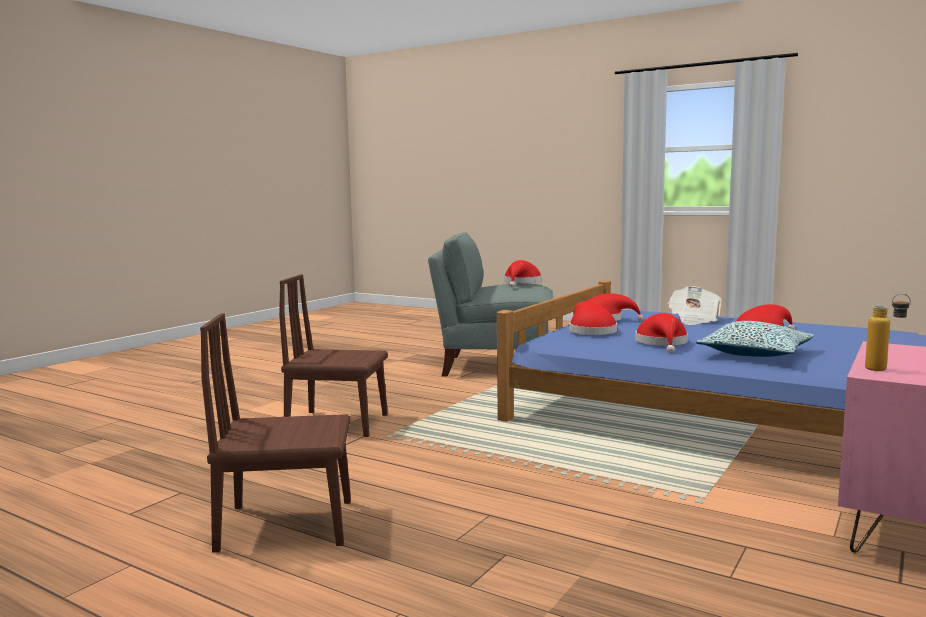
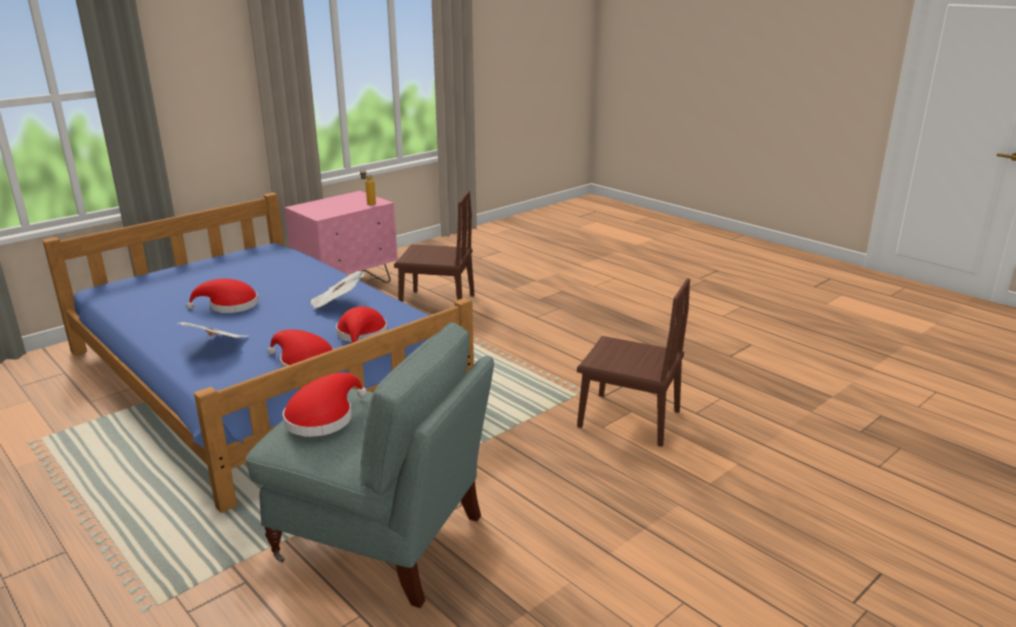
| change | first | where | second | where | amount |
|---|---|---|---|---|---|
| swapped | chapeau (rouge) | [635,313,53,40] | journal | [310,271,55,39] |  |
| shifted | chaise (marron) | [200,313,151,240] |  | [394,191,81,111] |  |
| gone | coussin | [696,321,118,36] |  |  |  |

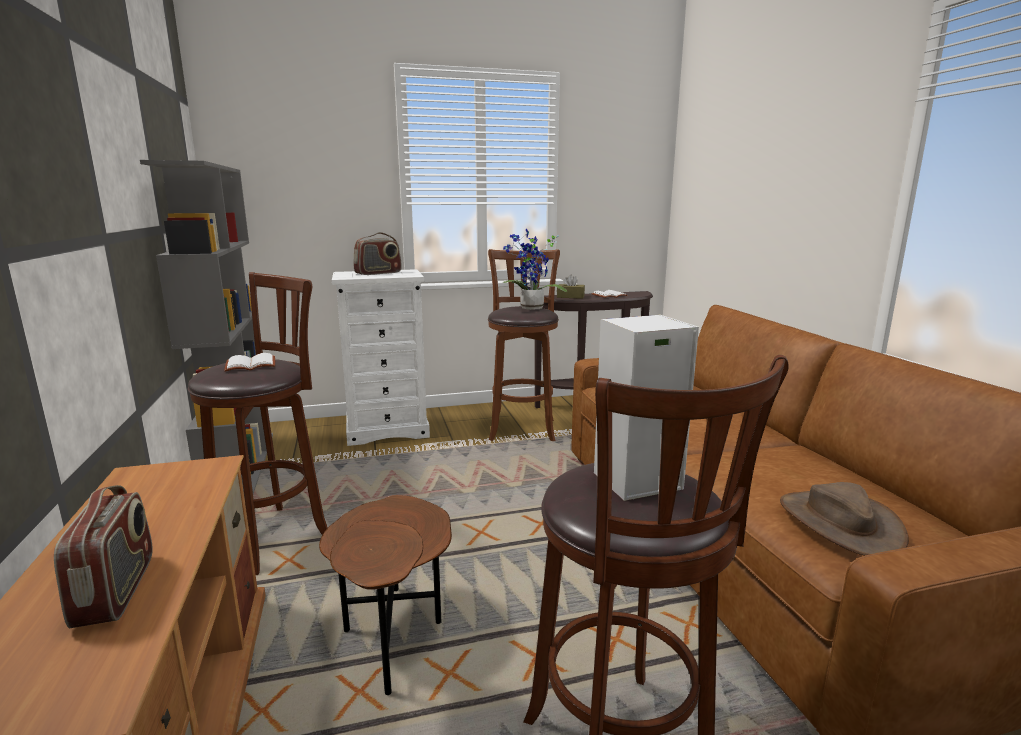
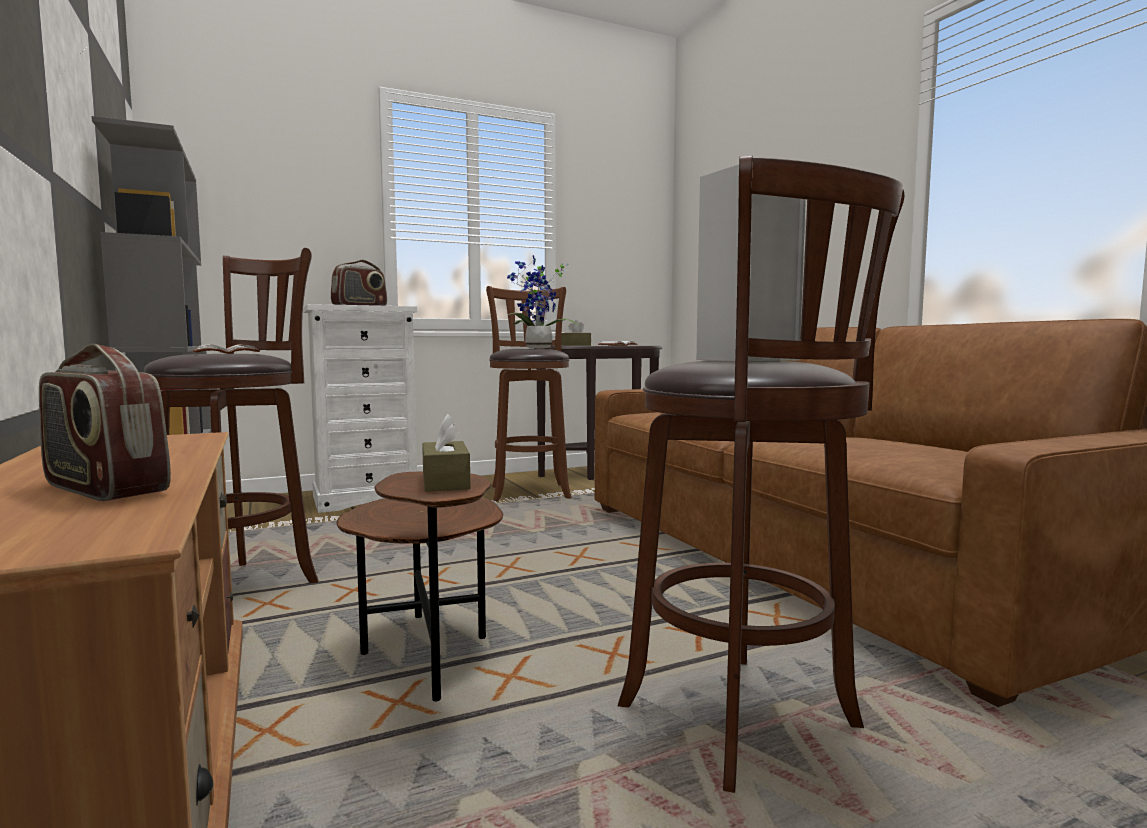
| change | first | where | second | where | amount |
|---|---|---|---|---|---|
| rotated | radio | [54,485,99,143] |  | [39,344,132,157] | 150 degrees clockwise |
| new |  |  | boîte à mouchoirs (marron) | [422,414,48,78] |  |
| gone | chapeau (marron) | [780,482,129,74] |  |  |  |

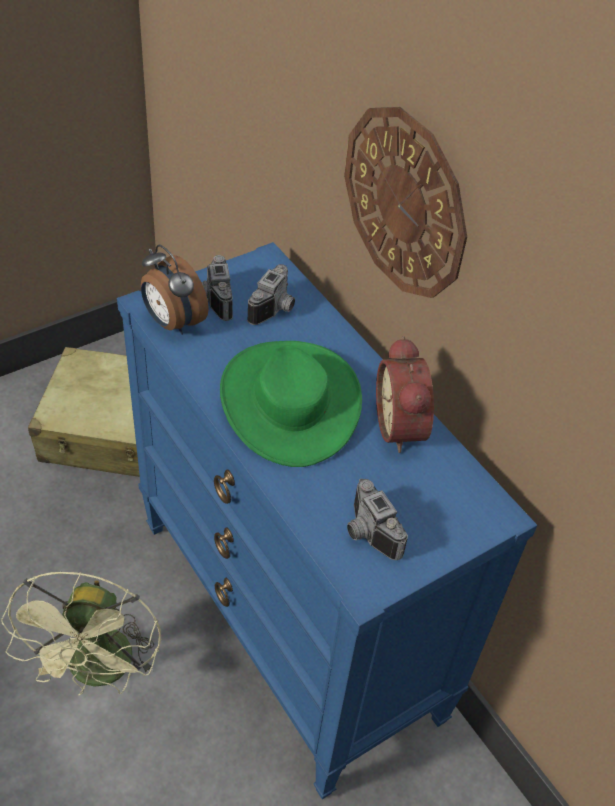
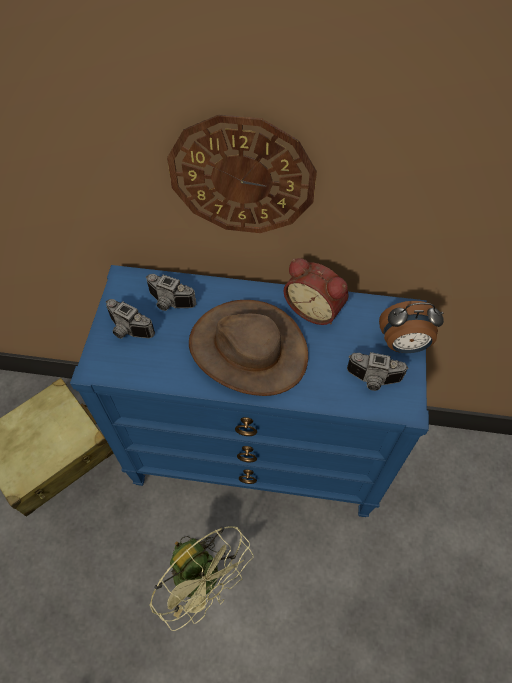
| change | first | where | second | where | amount |
|---|---|---|---|---|---|
| rotated | appareil photo | [247,264,48,61] |  | [146,274,50,37] | 135 degrees clockwise |
| repainted | chapeau (vert) | [220,341,142,126] | chapeau (marron) | [189,300,119,96] |  |
| shifted | réveil | [141,245,68,90] |  | [379,301,65,52] |  |

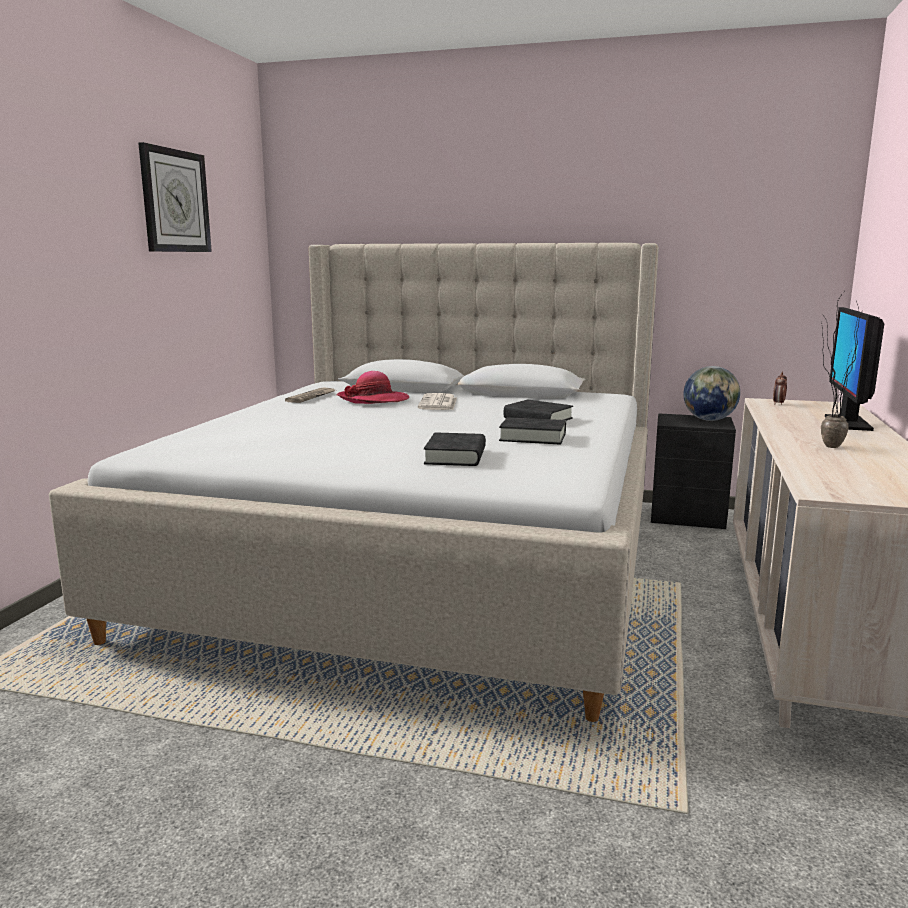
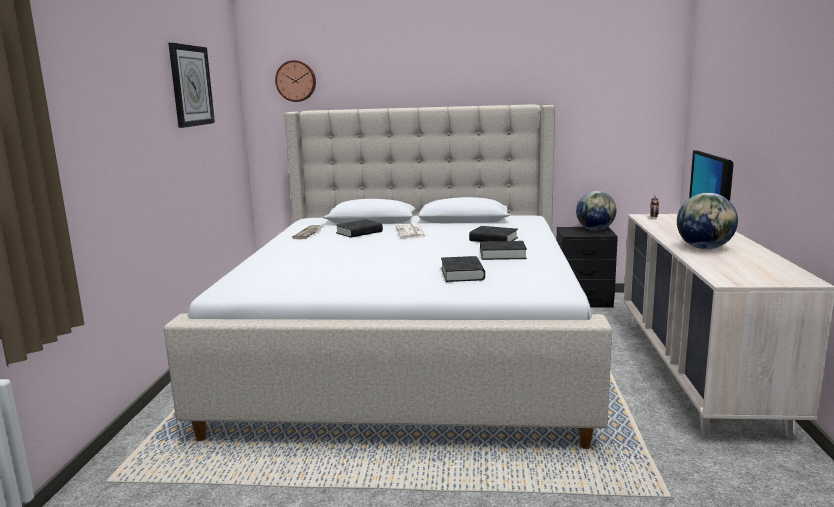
| change | first | where | second | where | amount |
|---|---|---|---|---|---|
| new |  |  | horloge murale | [275,60,41,42] |  |
| swapped | chapeau | [337,371,72,33] | livre (noir) | [336,219,47,19] |  |
| swapped | plante en pot | [821,292,41,156] | globe | [677,193,61,56] |  |

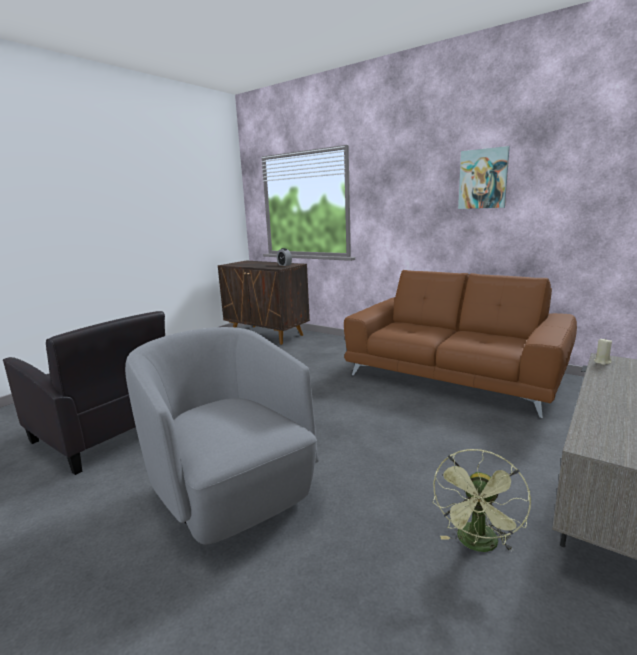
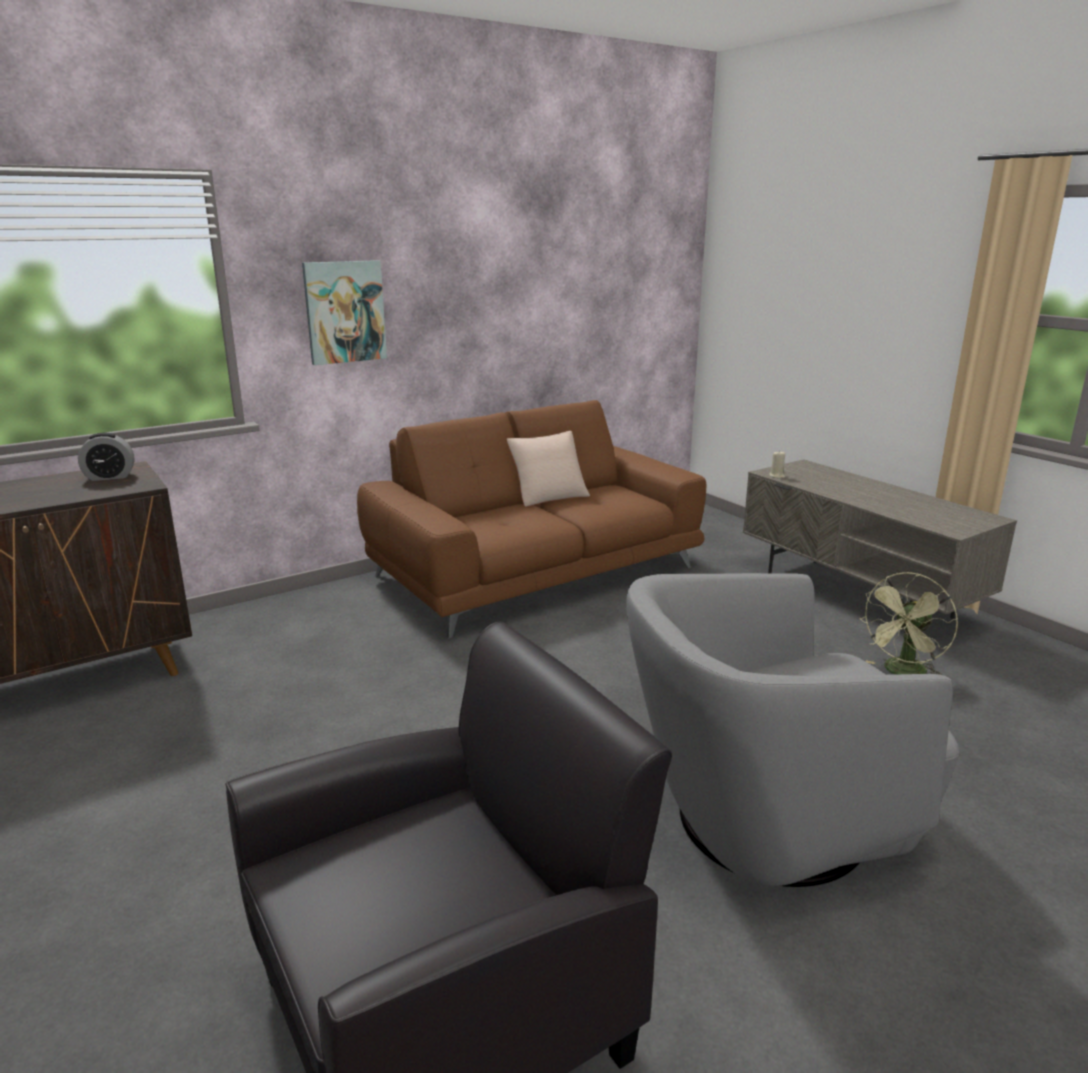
| change | first | where | second | where | amount |
|---|---|---|---|---|---|
| shifted | tableau | [458,146,52,63] |  | [302,260,85,105] |  |
| new |  |  | coussin (beige) | [507,431,83,76] |  |
| rotated | ventilateur (vert) | [432,449,99,103] |  | [859,572,99,103] | 90 degrees clockwise |

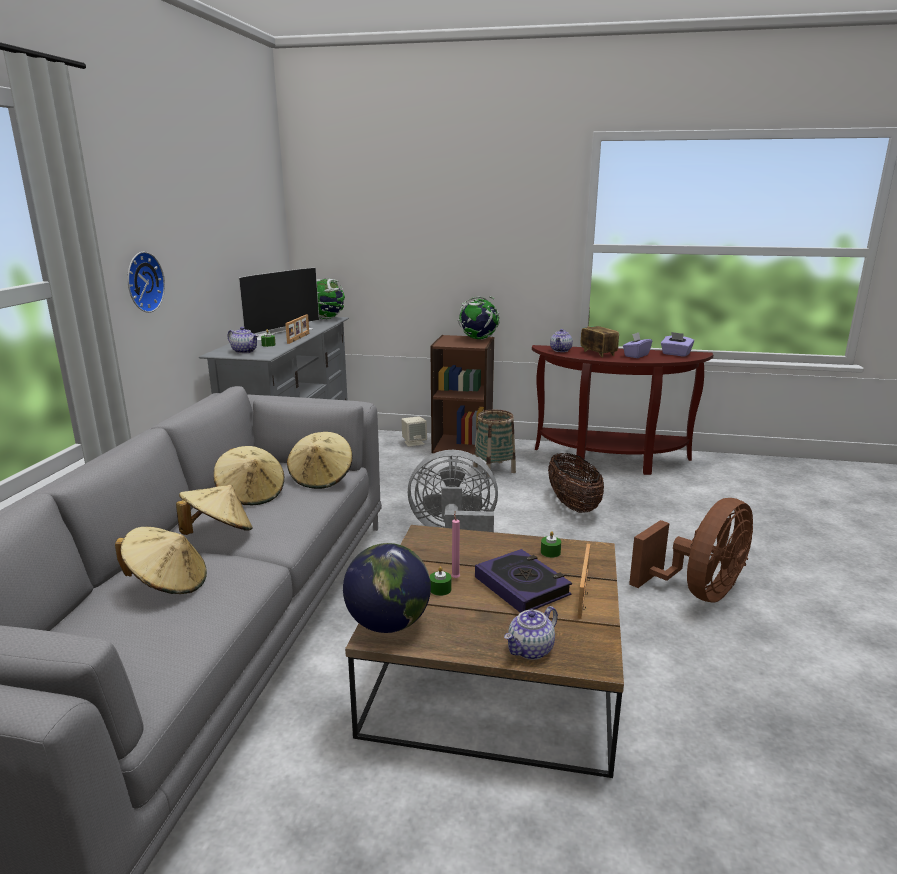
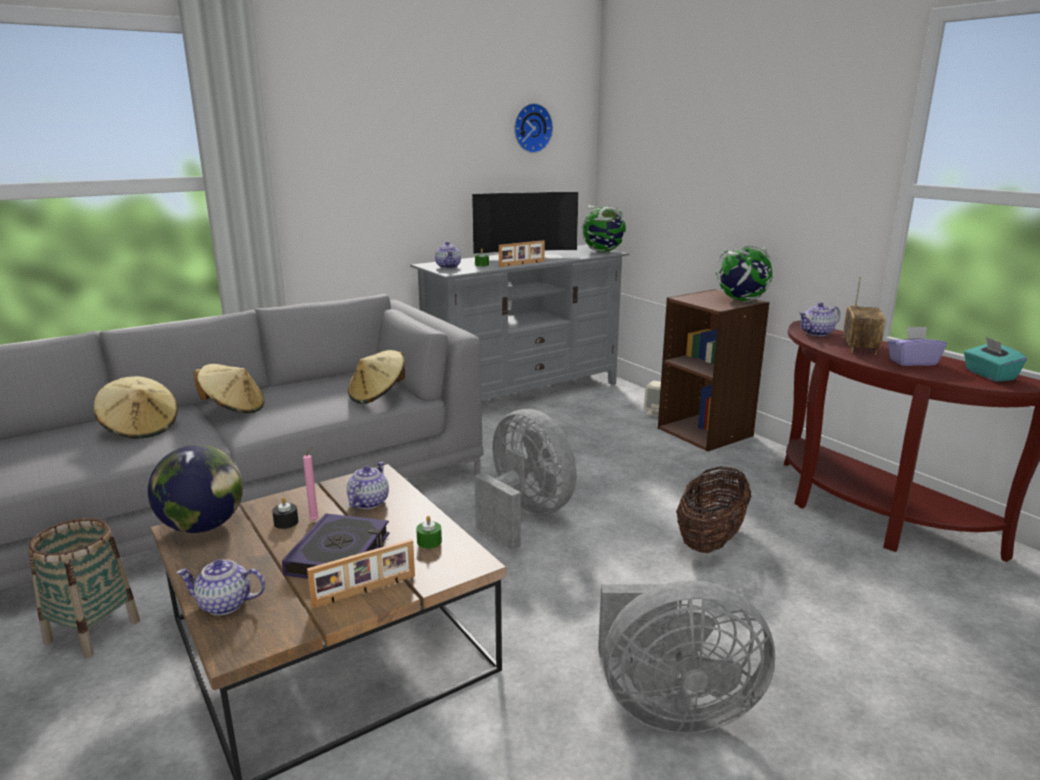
| change | first | where | second | where | amount |
|---|---|---|---|---|---|
| shifted | panier | [473,410,43,67] |  | [28,518,112,140] |  |
| repainted | bougie (vert) | [430,567,21,29] | bougie (noir) | [272,497,26,32] |  |
| new |  |  | théière | [347,462,42,47] |  |
| shifted | horloge murale | [127,252,38,61] |  | [514,103,39,50] |  |
| repainted | ventilateur (marron) | [629,498,124,105] | ventilateur (gris) | [598,580,177,153] |  |
| repainted | boîte à mouchoirs (violet) | [661,332,33,25] | boîte à mouchoirs (turquoise) | [964,337,63,44] |  |
| gone | chapeau (beige) | [214,446,71,59] |  |  |  |

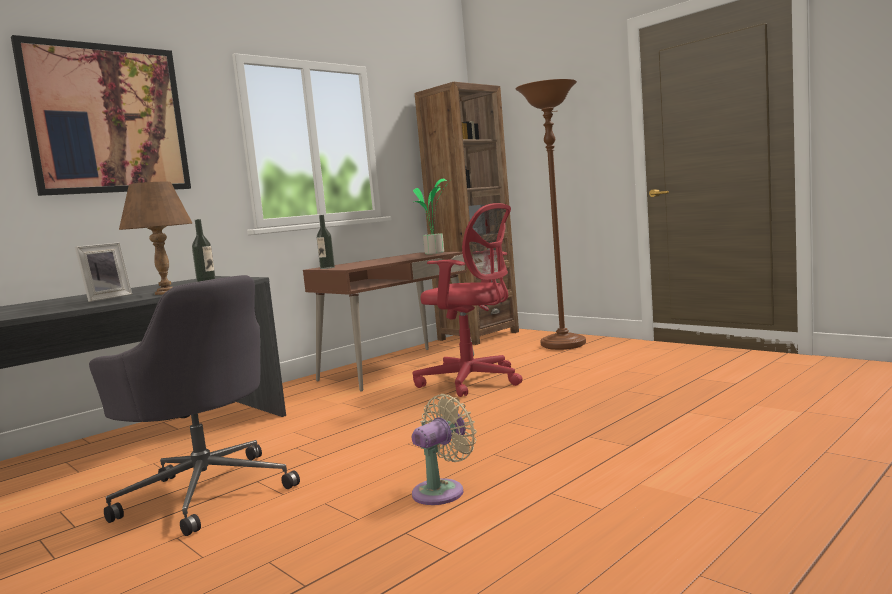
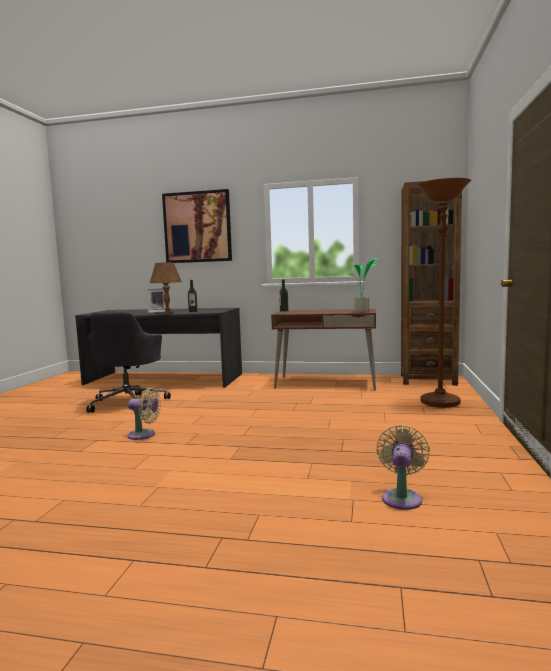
| change | first | where | second | where | amount |
|---|---|---|---|---|---|
| new |  |  | ventilateur (beige) | [377,425,53,85] |  |
| gone | chaise de bureau (rouge) | [413,203,109,194] |  |  |  |

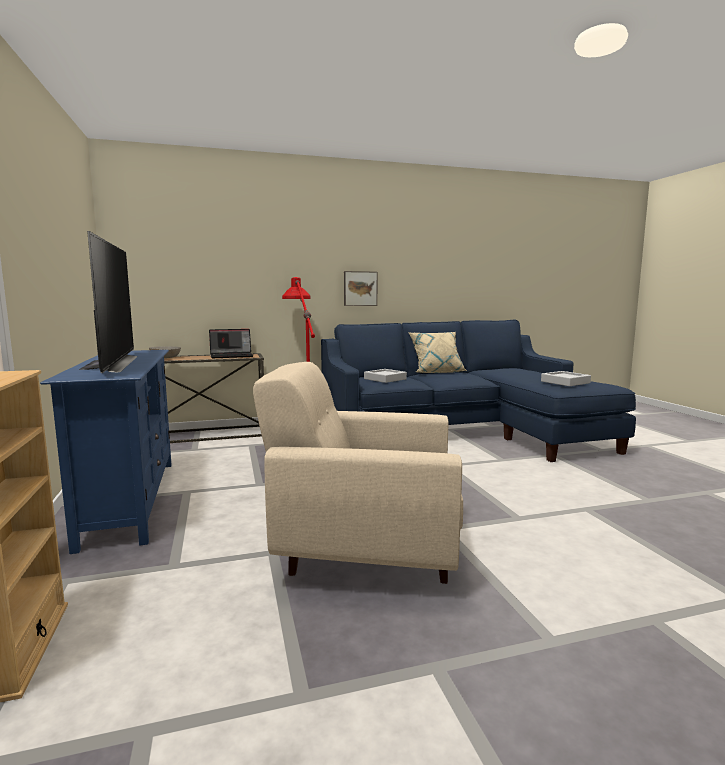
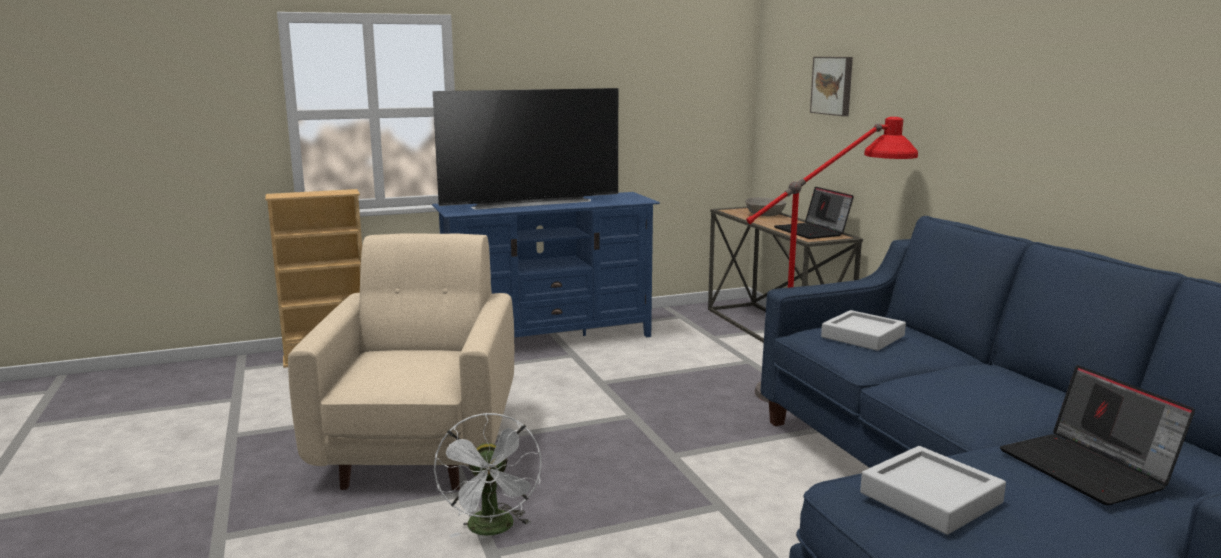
| change | first | where | second | where | amount |
|---|---|---|---|---|---|
| new |  |  | ventilateur (blanc) | [434,412,108,126] |  |
| shifted | tableau | [344,271,33,35] |  | [810,57,43,59] |  |
| new |  |  | ordinateur portable | [1000,365,195,140] |  |
| gone | coussin (beige) | [408,332,59,41] |  |  |  |

